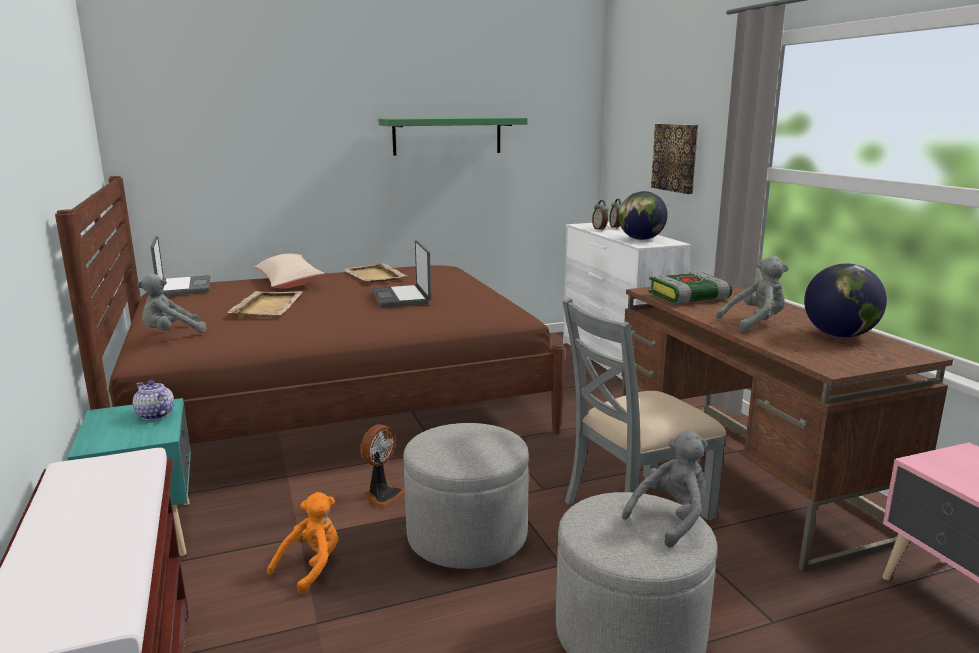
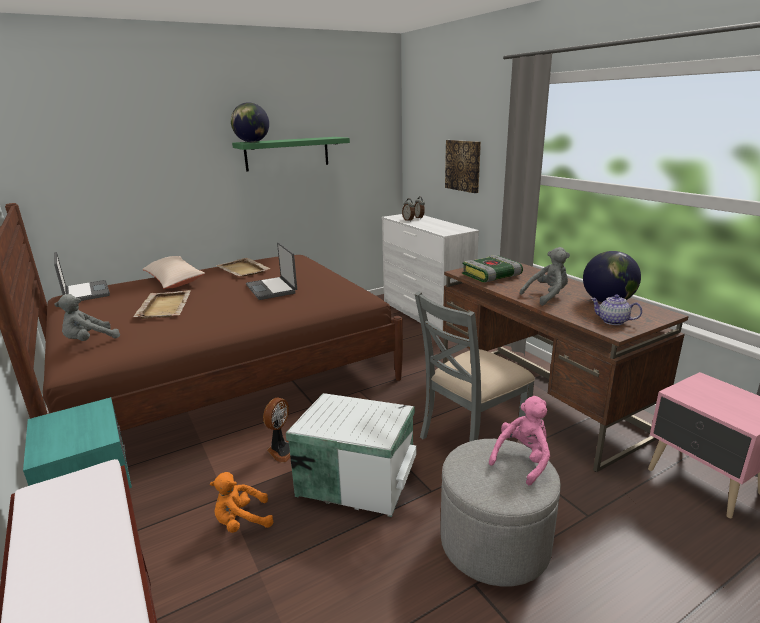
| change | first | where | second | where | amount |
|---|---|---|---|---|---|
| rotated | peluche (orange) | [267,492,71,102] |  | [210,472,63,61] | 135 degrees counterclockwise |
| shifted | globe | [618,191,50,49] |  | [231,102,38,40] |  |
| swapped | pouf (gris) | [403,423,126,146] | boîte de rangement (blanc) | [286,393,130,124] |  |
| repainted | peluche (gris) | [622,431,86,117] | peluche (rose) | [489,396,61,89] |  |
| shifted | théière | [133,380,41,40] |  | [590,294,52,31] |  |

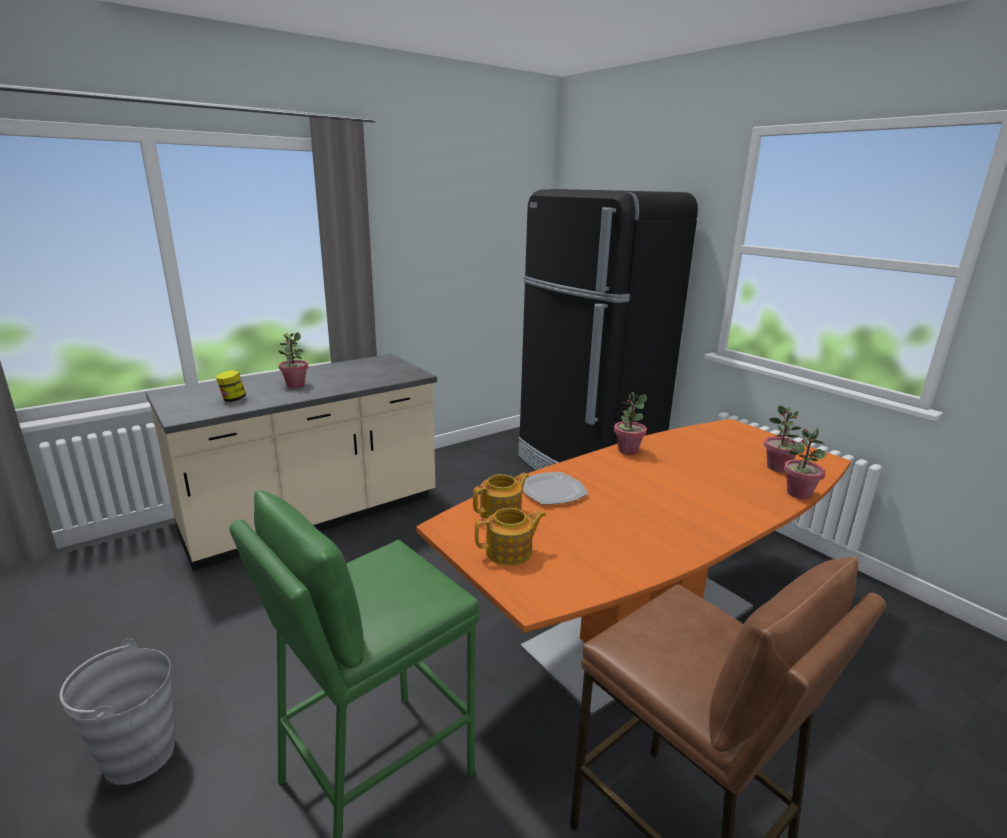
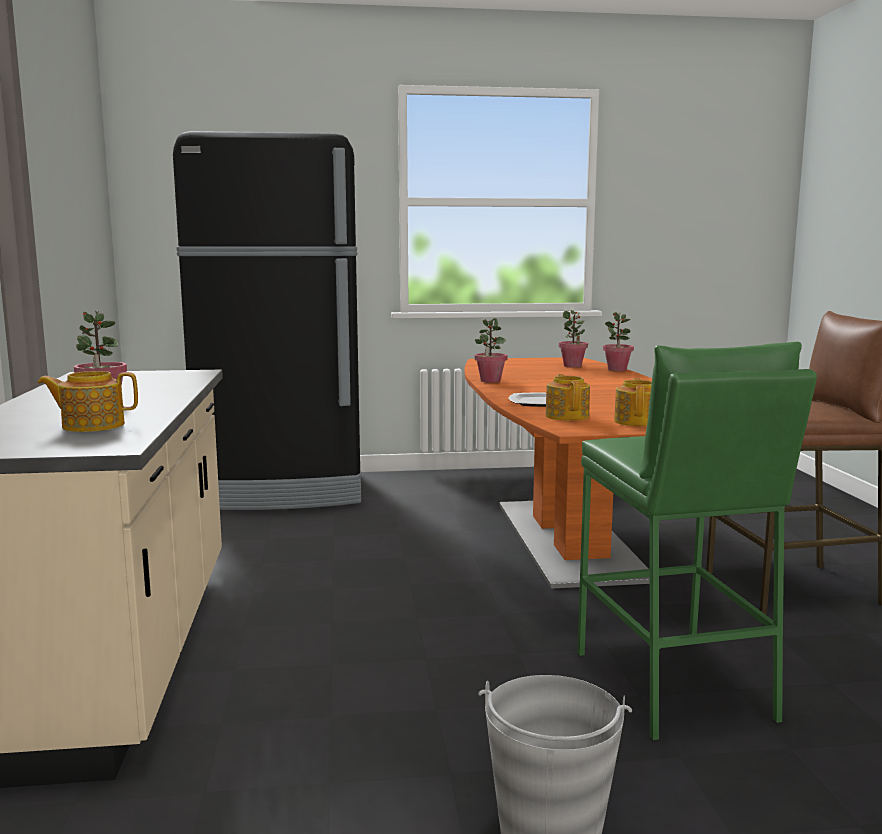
| change | first | where | second | where | amount |
|---|---|---|---|---|---|
| swapped | bocal | [216,370,30,32] | théière | [38,371,100,61] |  |

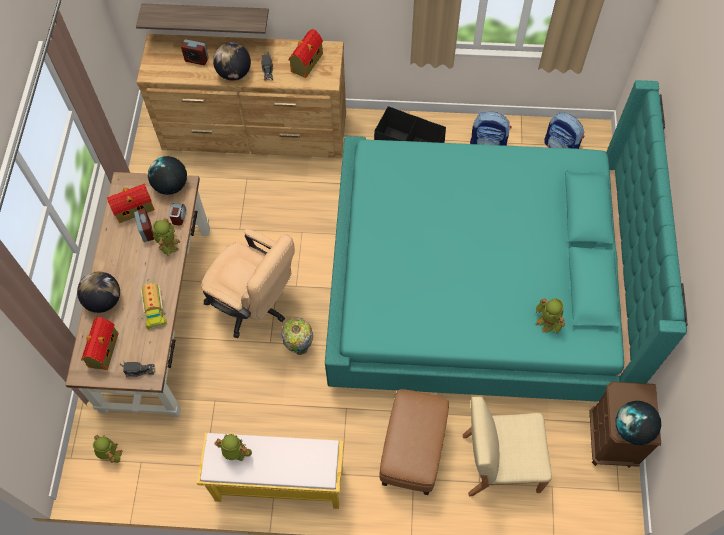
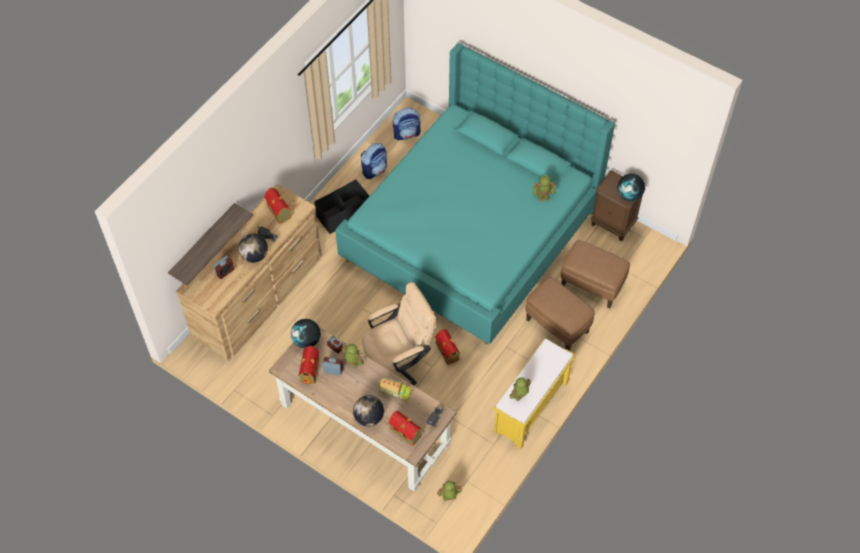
| change | first | where | second | where | amount |
|---|---|---|---|---|---|
| swapped | lampe de table | [281,318,32,37] | maison miniature | [435,329,25,36] |  |
| swapped | chaise (beige) | [463,397,89,99] | pouf (marron) | [561,240,69,68] |  |

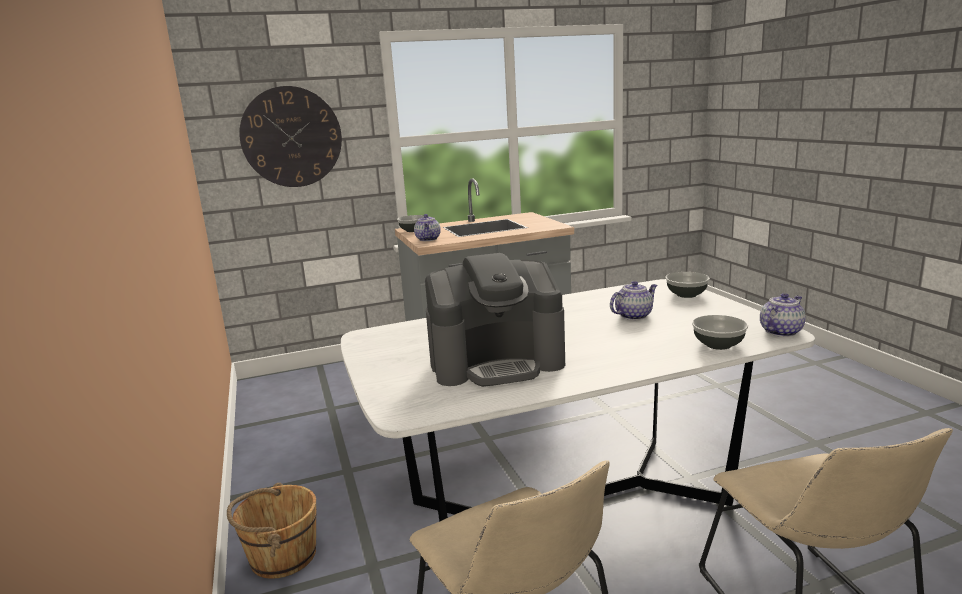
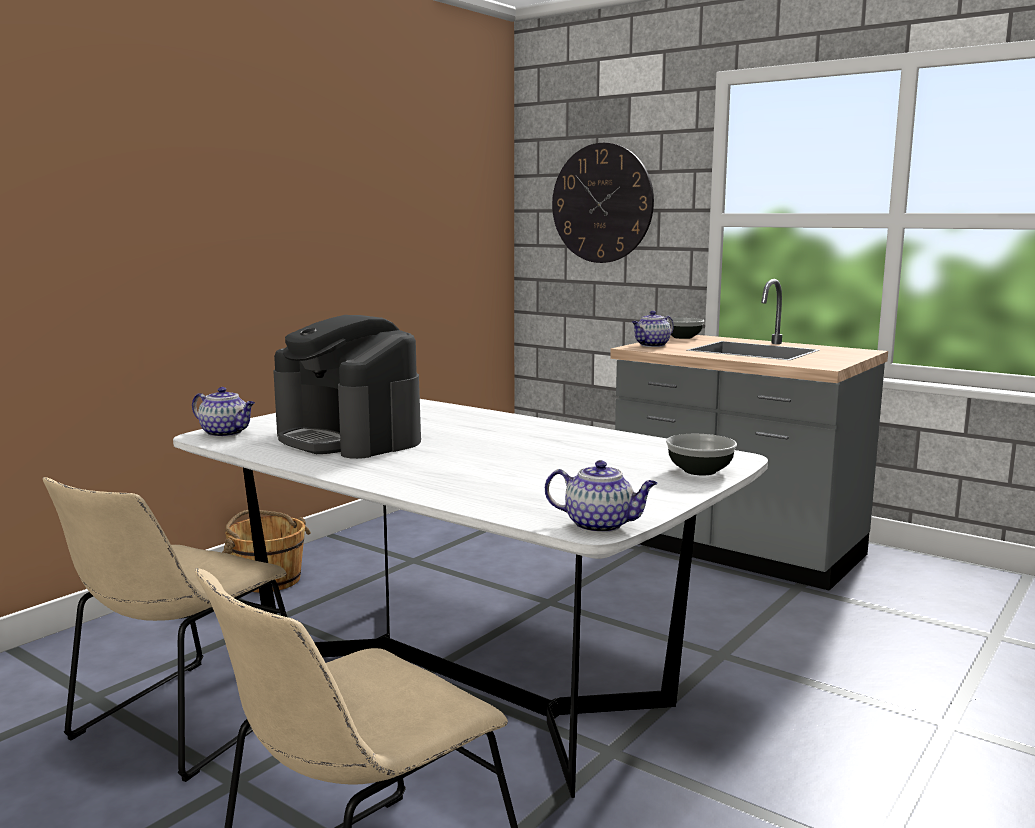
| change | first | where | second | where | amount |
|---|---|---|---|---|---|
| shifted | théière | [610,281,47,39] |  | [192,387,63,50] |  |
| gone | bol | [692,315,56,35] |  |  |  |

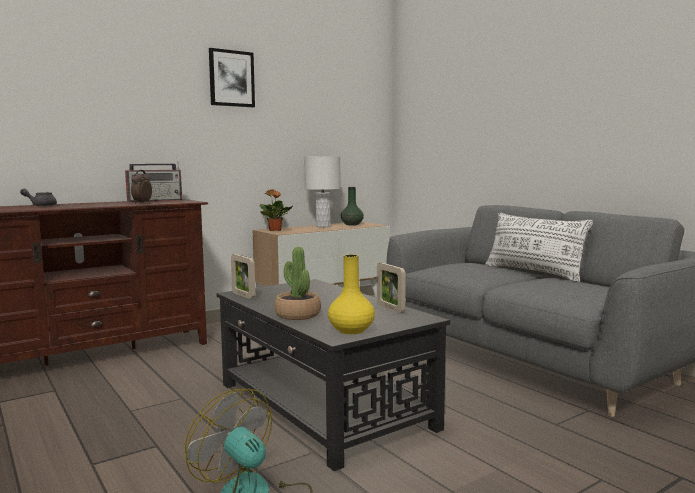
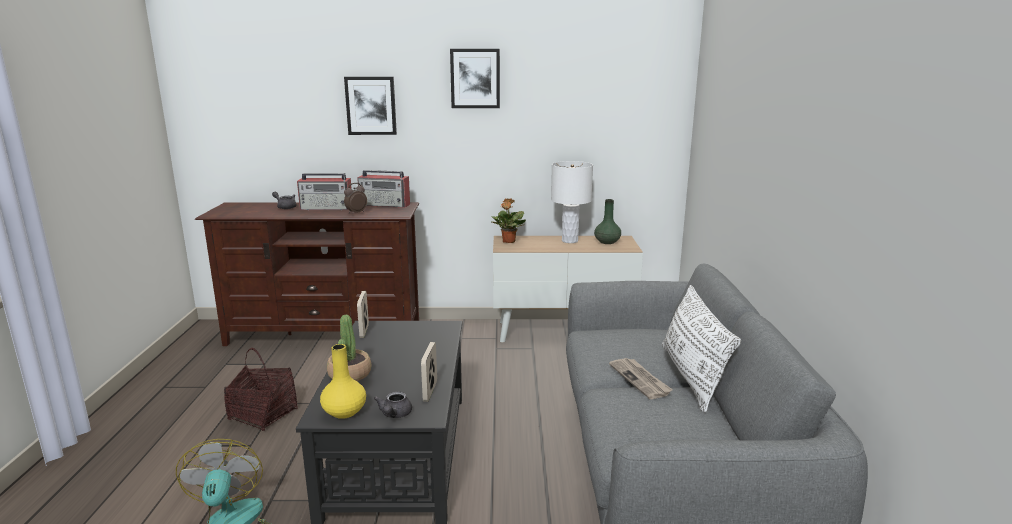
| change | first | where | second | where | amount |
|---|---|---|---|---|---|
| new |  |  | panier | [224,348,74,83] |  |
| new |  |  | radio | [297,173,55,37] |  |
| new |  |  | tableau | [344,77,53,58] |  |
| new |  |  | théière (gris) | [374,391,38,27] |  |
| new |  |  | journal | [609,358,64,41] |  |

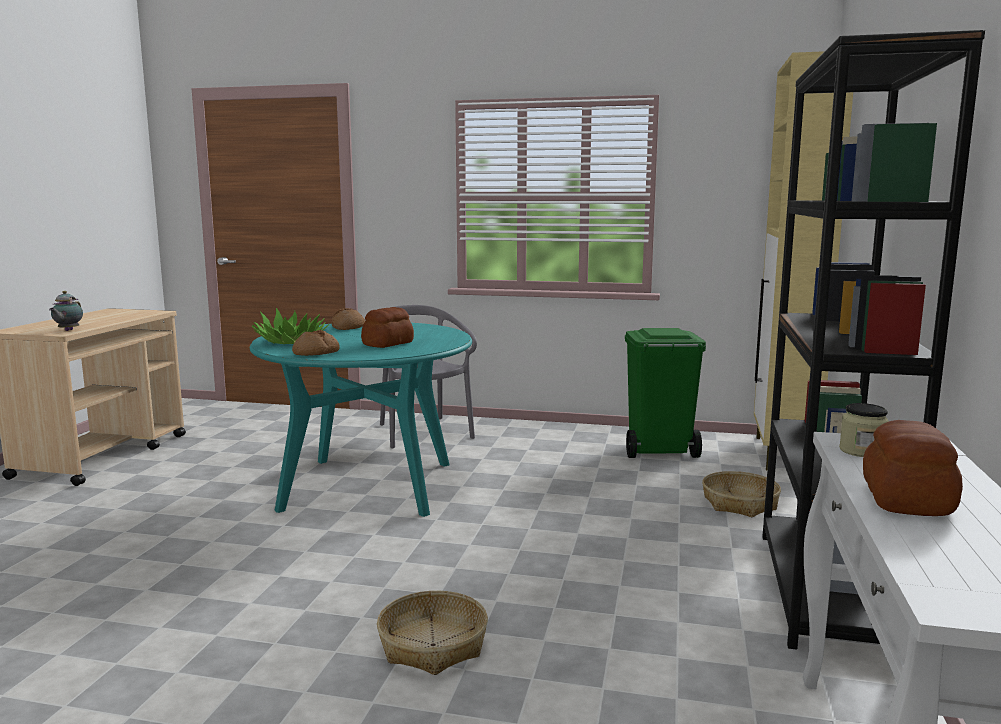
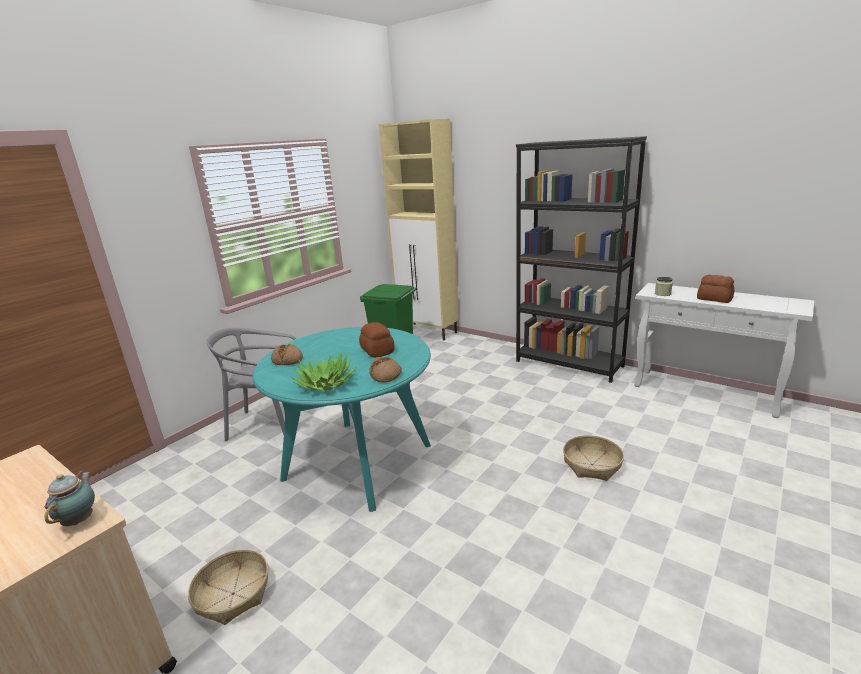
| change | first | where | second | where | amount |
|---|---|---|---|---|---|
| rotated | théière | [49,291,34,40] |  | [43,470,52,56] | 120 degrees counterclockwise |
| shifted | panier | [702,471,79,46] |  | [188,549,81,76] |  |

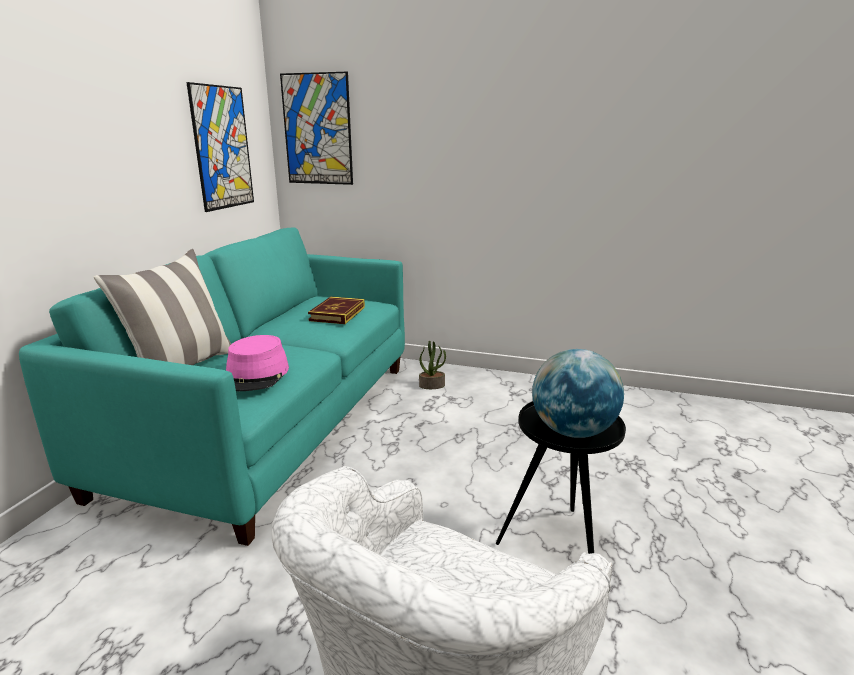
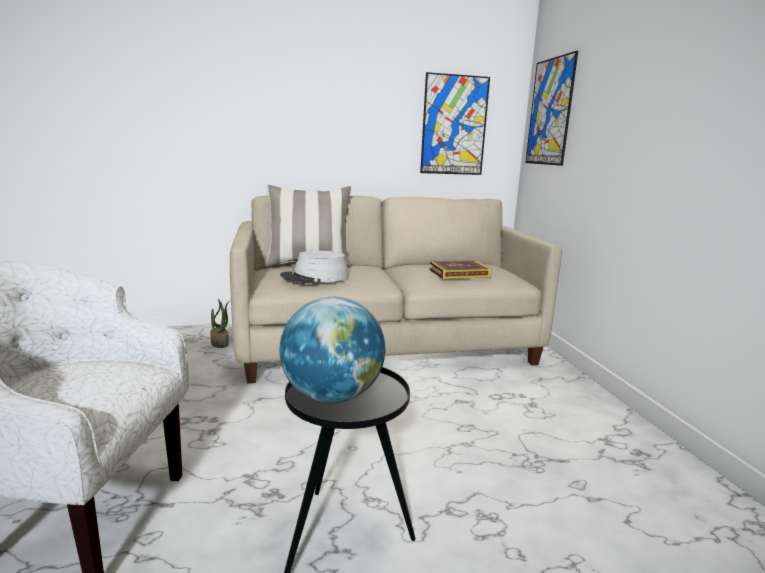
| change | first | where | second | where | amount |
|---|---|---|---|---|---|
| shifted | plante en pot | [419,341,27,48] |  | [210,299,20,49] |  |
| repainted | canapé (turquoise) | [19,228,386,318] | canapé (beige) | [230,196,332,187] |  |
| repainted | chapeau (rose) | [226,335,63,56] | chapeau (gris) | [280,251,69,33] |  |

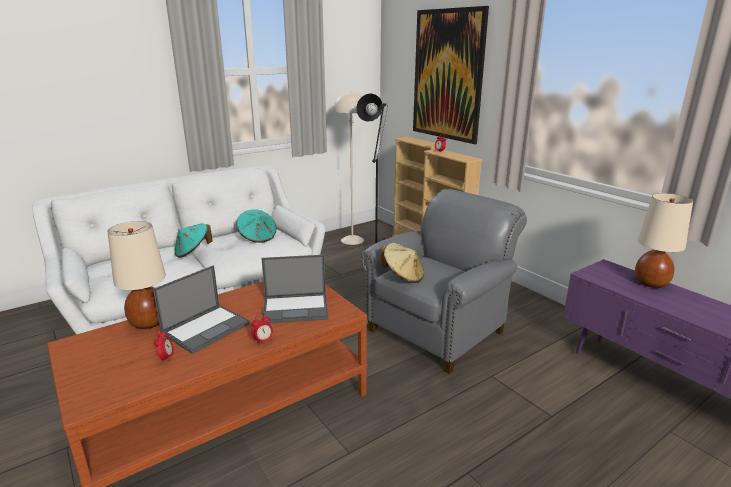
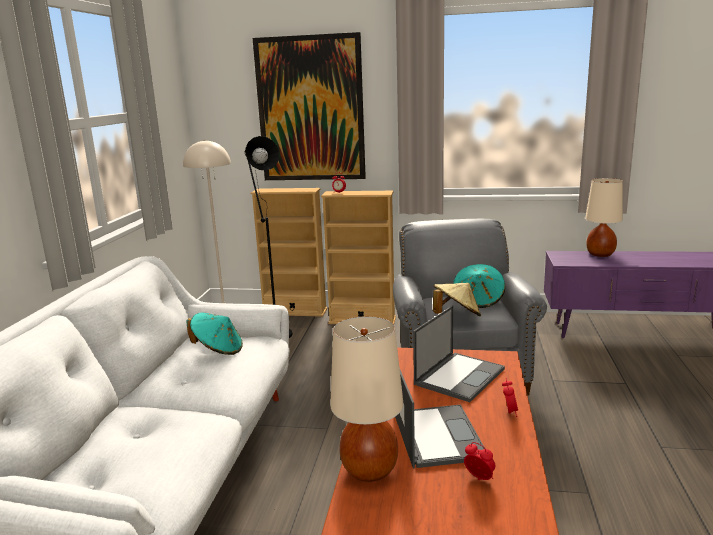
| change | first | where | second | where | amount |
|---|---|---|---|---|---|
| shifted | chapeau (turquoise) | [174,223,39,35] |  | [453,264,52,44] |  |

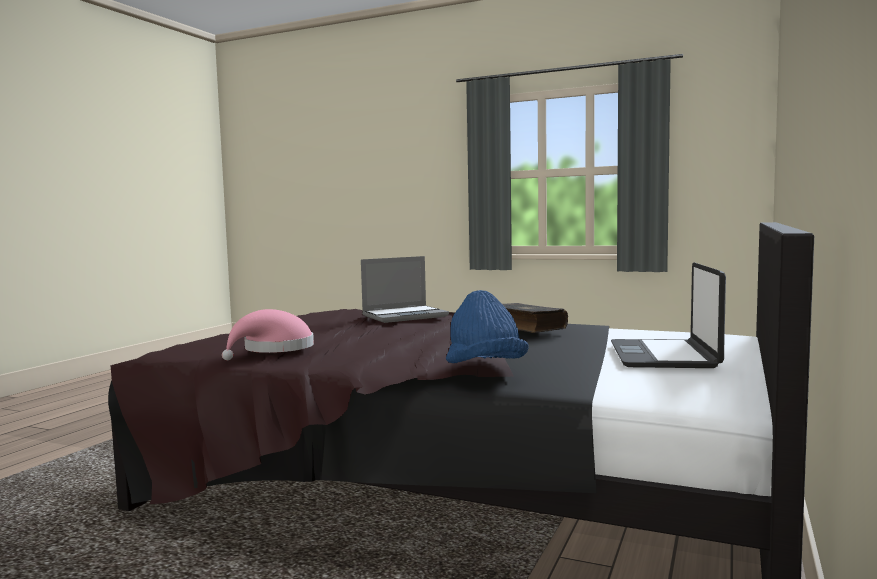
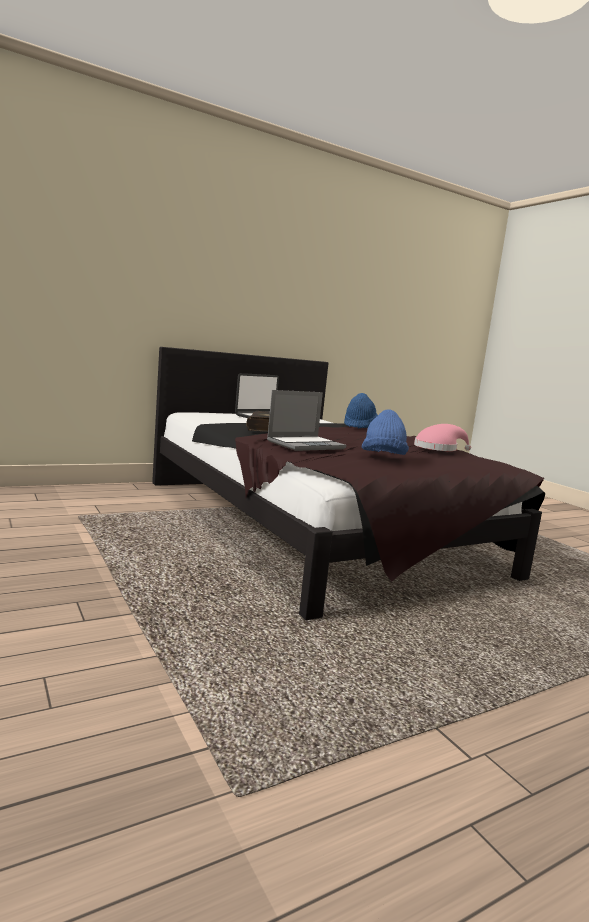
| change | first | where | second | where | amount |
|---|---|---|---|---|---|
| rotated | ordinateur portable | [361,256,88,67] |  | [267,390,79,61] | 135 degrees clockwise |
| new |  |  | chapeau (bleu) | [362,409,47,46] |  |

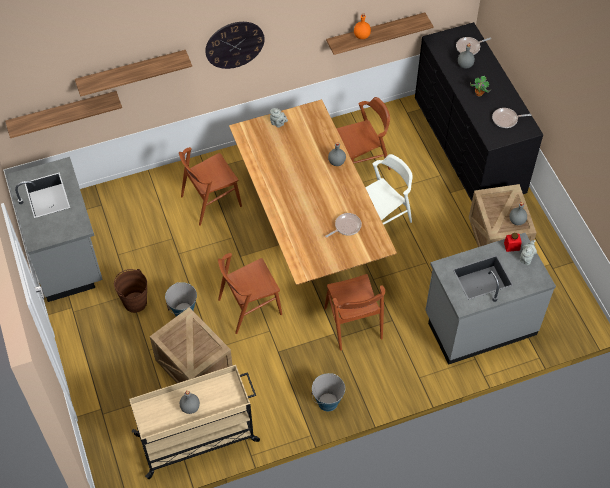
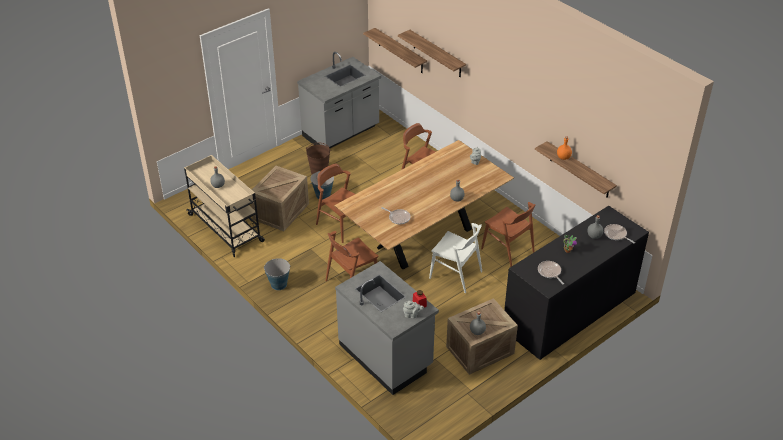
| change | first | where | second | where | amount |
|---|---|---|---|---|---|
| gone | horloge murale | [205,22,60,47] |  |  |  |

